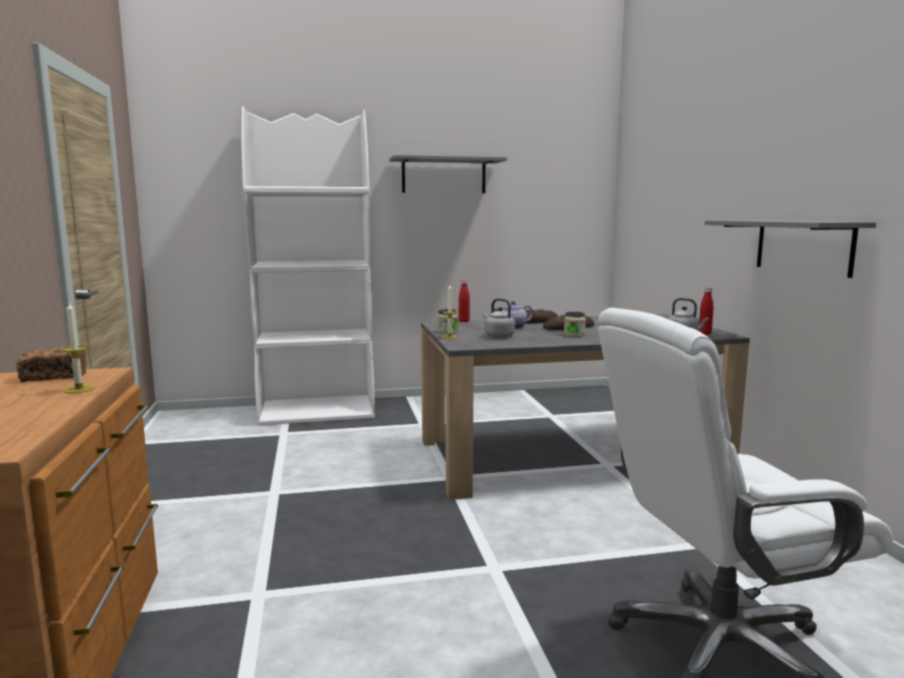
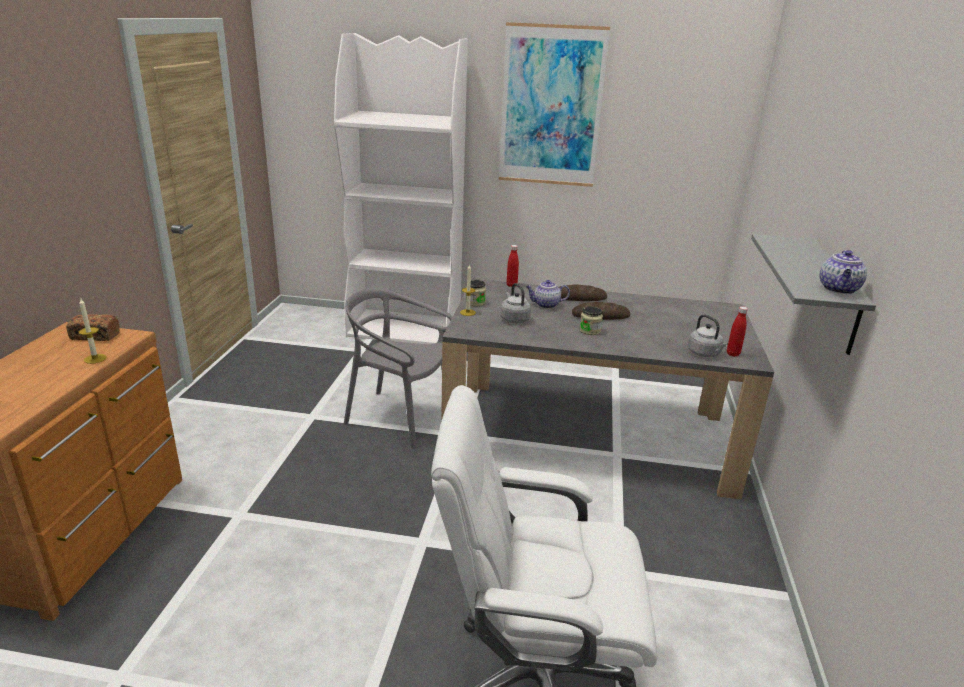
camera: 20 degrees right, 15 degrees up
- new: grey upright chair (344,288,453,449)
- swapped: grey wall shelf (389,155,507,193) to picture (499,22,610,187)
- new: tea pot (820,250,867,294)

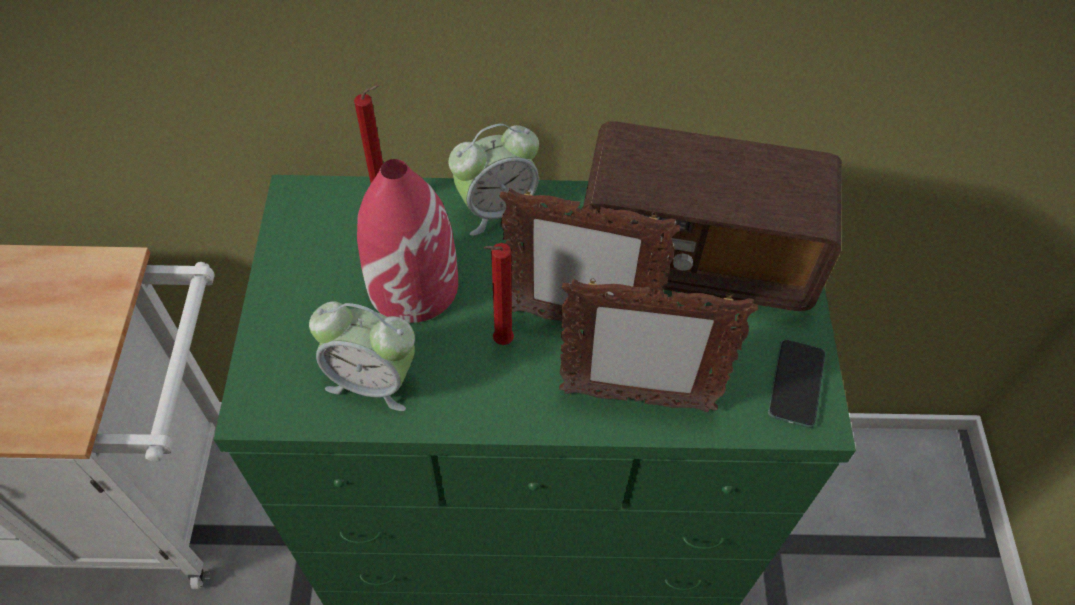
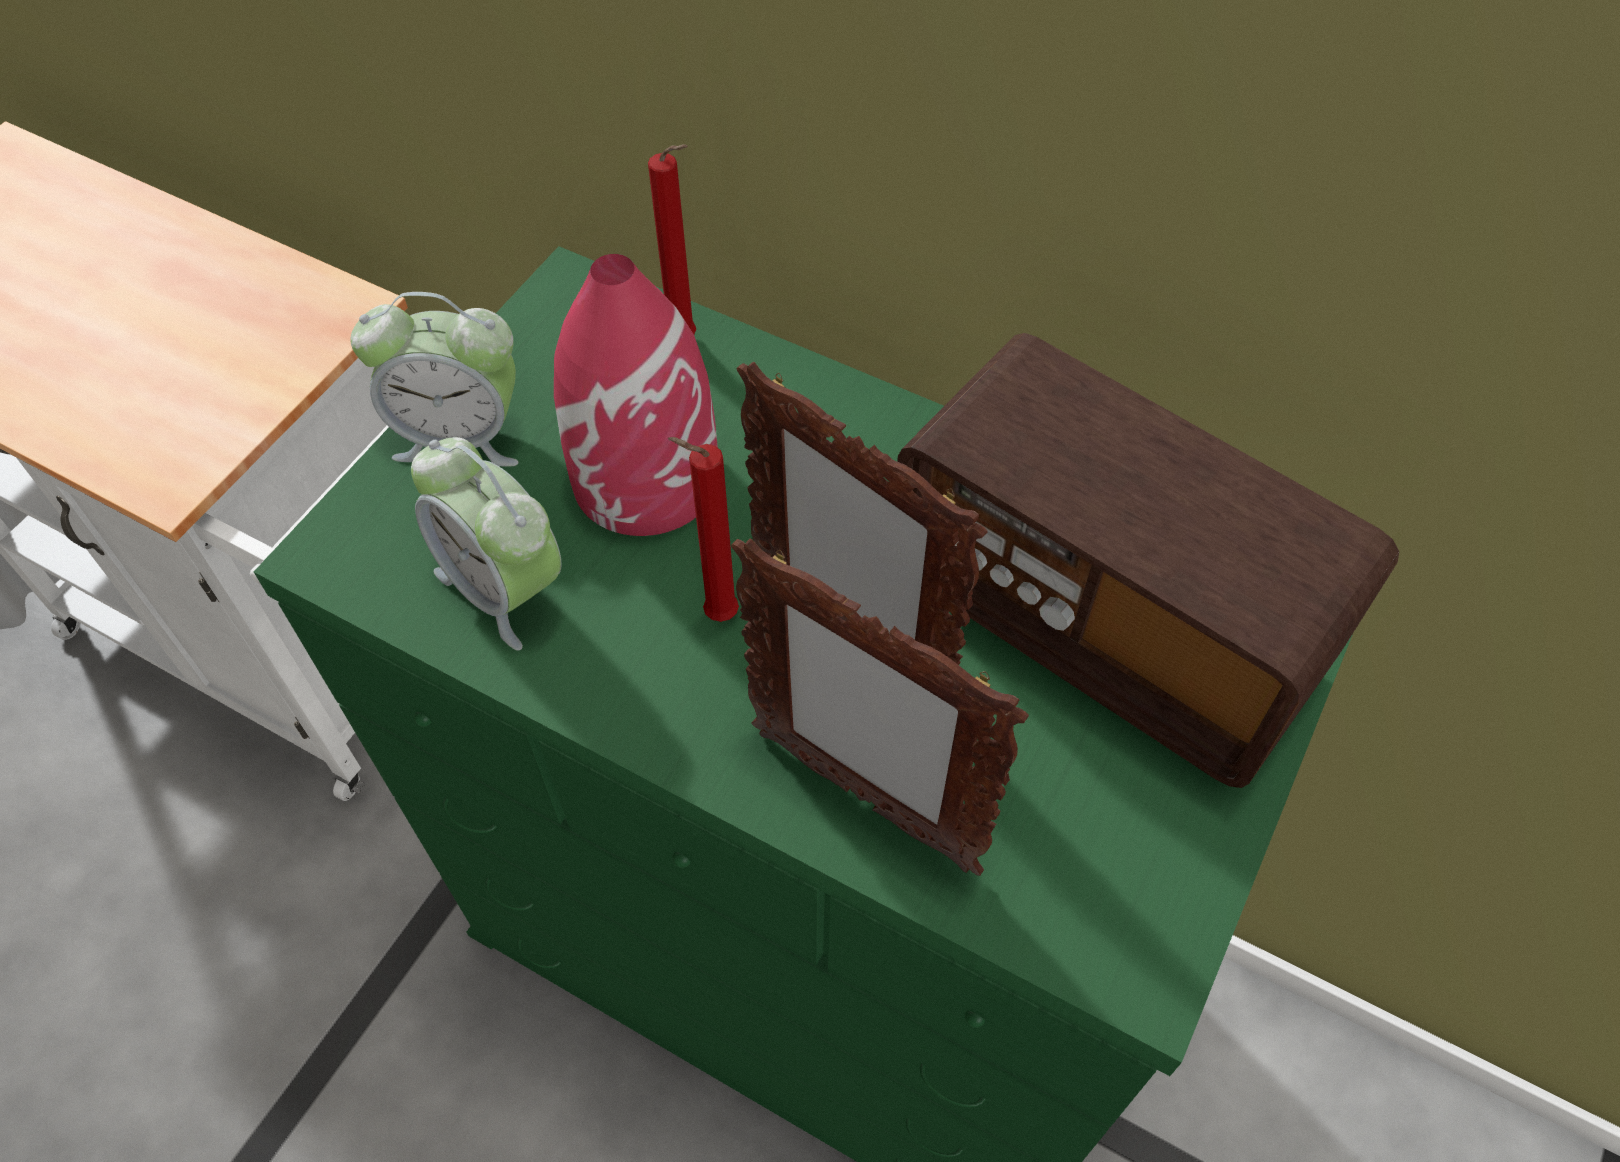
camera: 30 degrees right, 0 degrees up
- shifted: bedside clock (448,124,539,236) to (350,292,519,467)
- gone: phone (768,340,826,428)

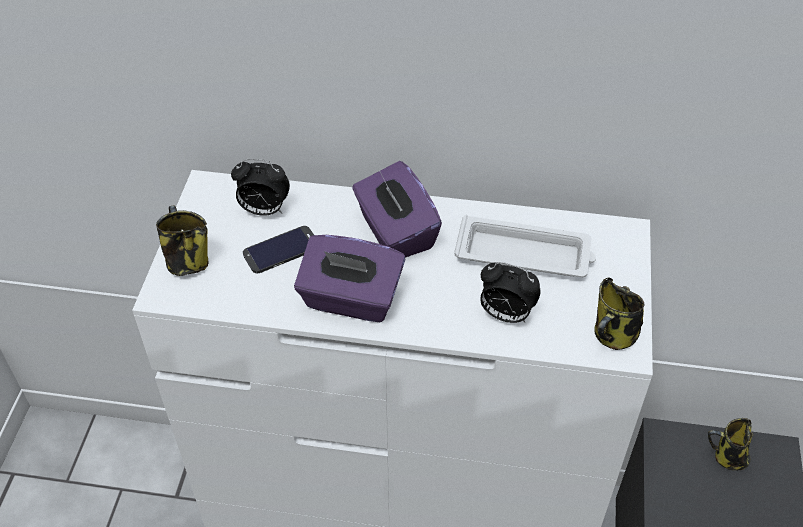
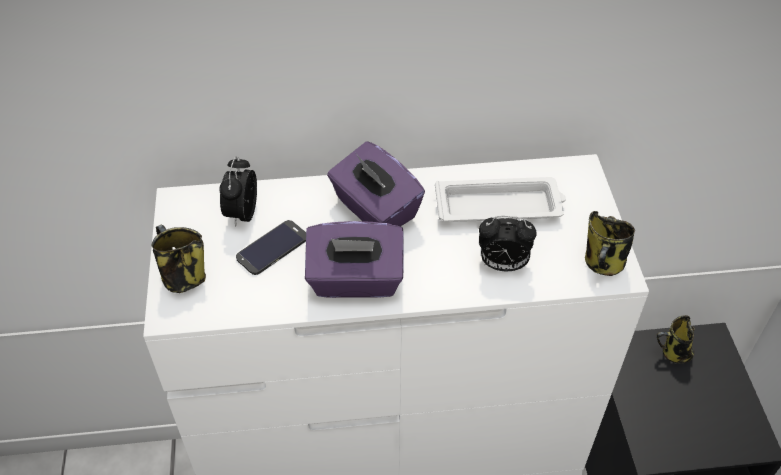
camera: 15 degrees left, 0 degrees up
- rotated: bedside clock (231,159,290,216) = (219,157,257,227) 105 degrees clockwise

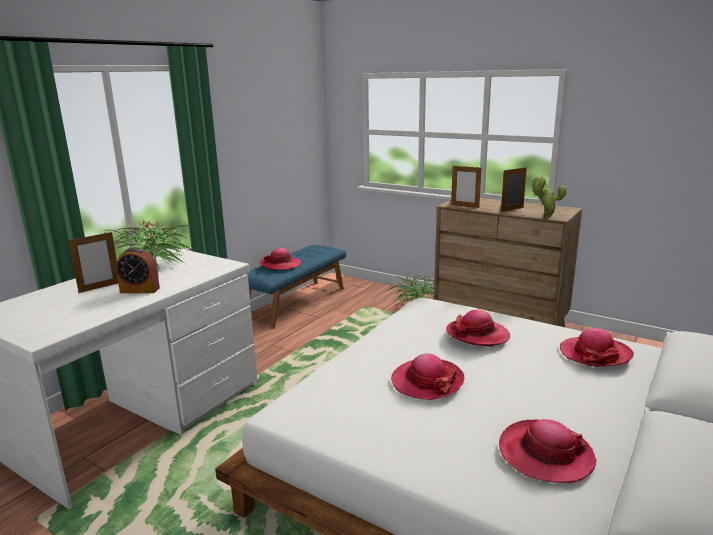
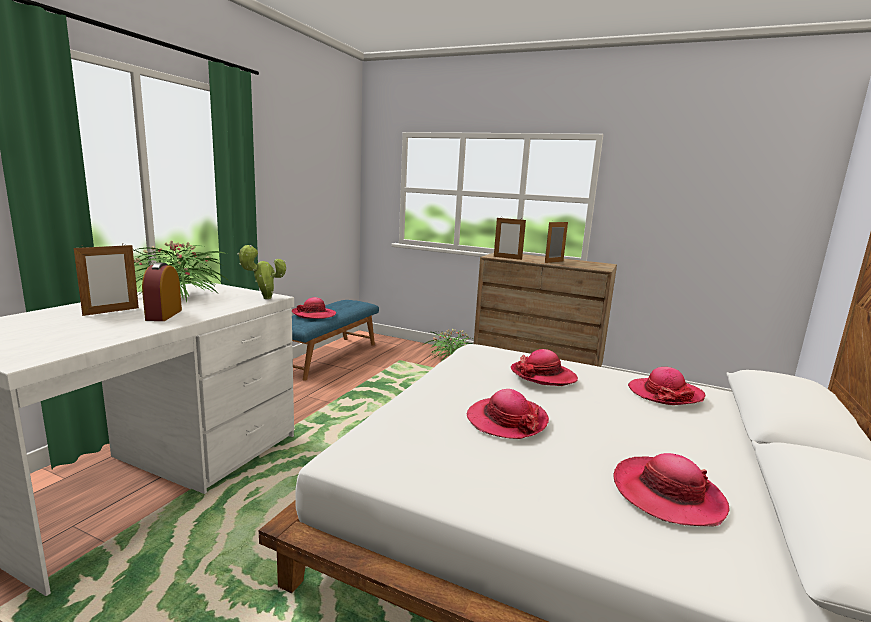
camera: 10 degrees left, 5 degrees down
- rotated: bedside clock (116,247,160,293) = (142,263,182,321) 90 degrees clockwise
- shifted: plant in a pot (531,176,567,218) to (238,245,286,299)

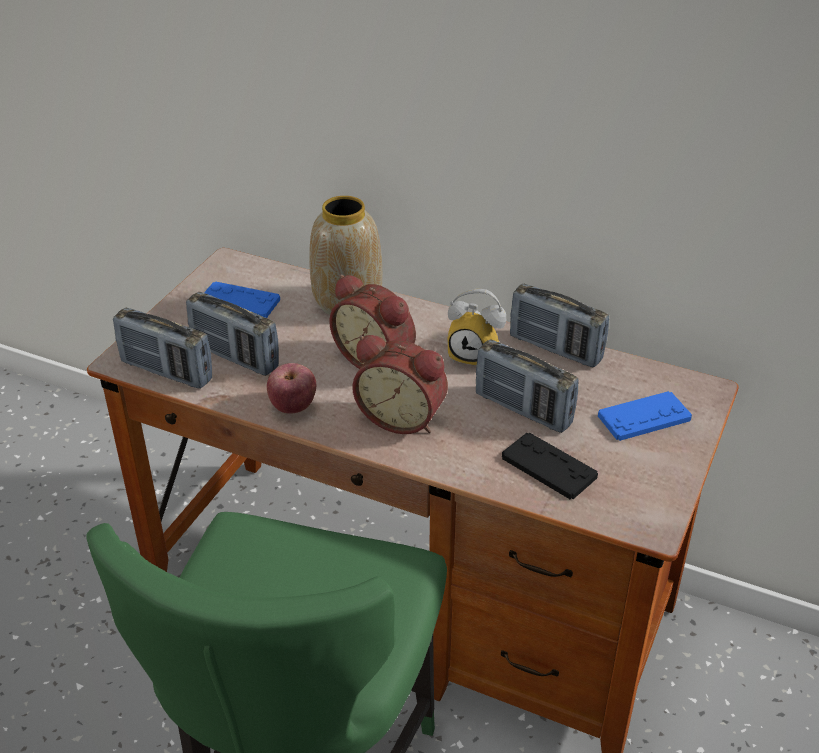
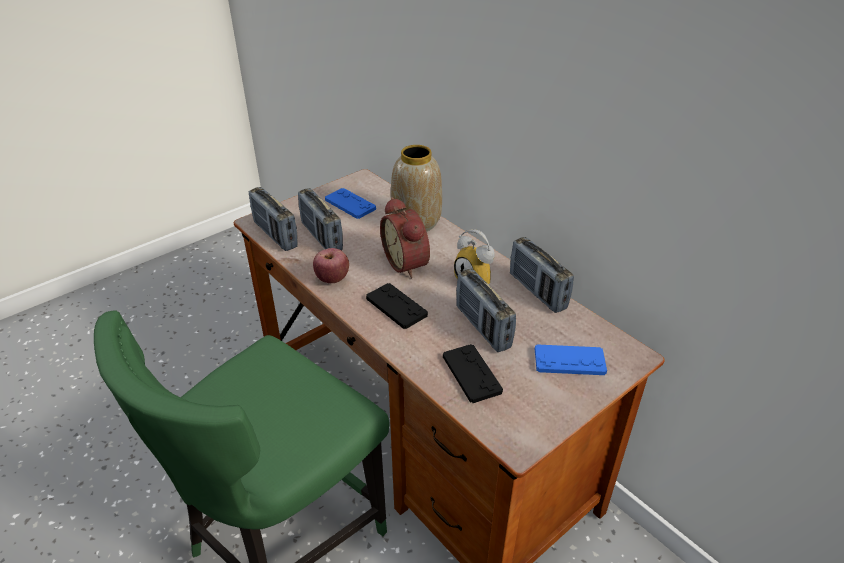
camera: 25 degrees right, 0 degrees up
- swapped: bedside clock (352,335,448,434) to blackish gamepad (366,283,428,329)

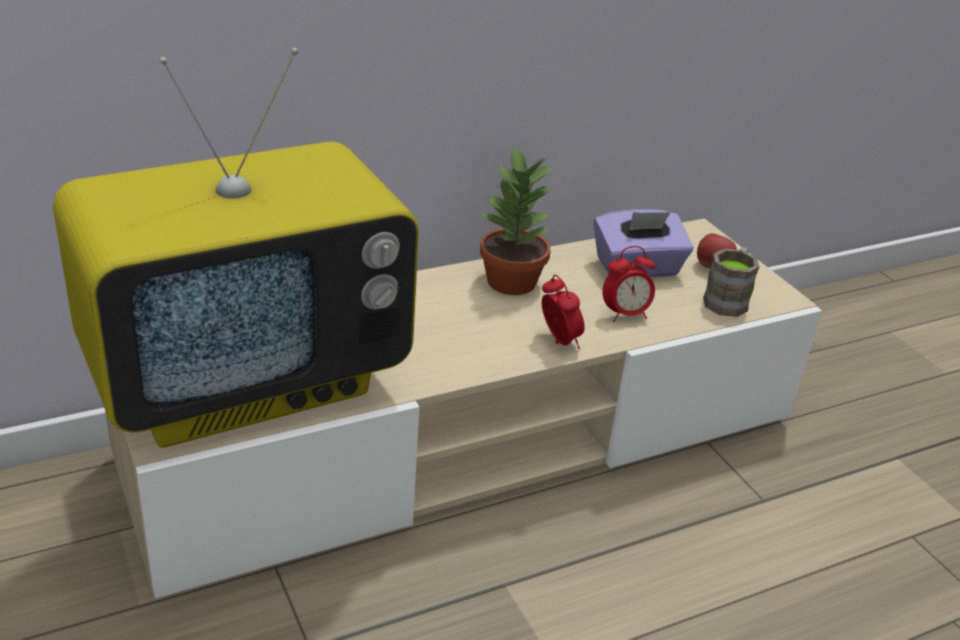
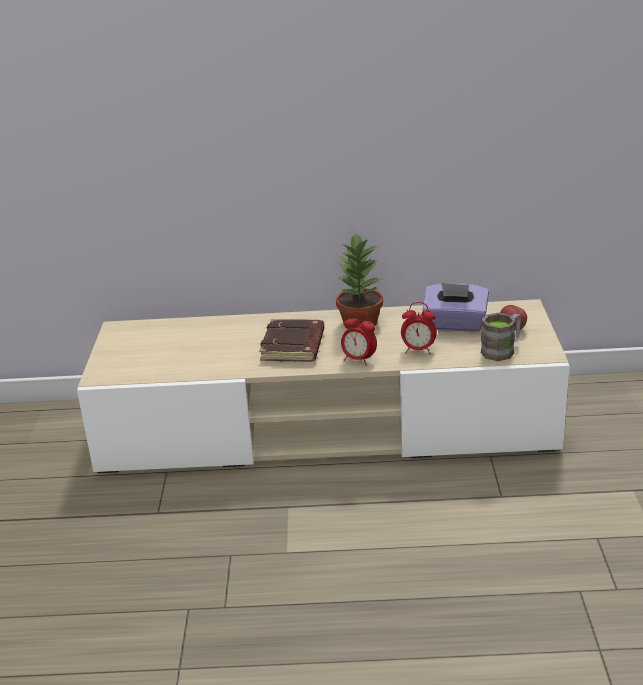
camera: 30 degrees right, 5 degrees down
- new: brownish volume (259,319,324,362)
- rotated: bedside clock (542,275,585,349) = (341,311,377,366) 120 degrees clockwise
- gone: TV set (53,48,419,447)

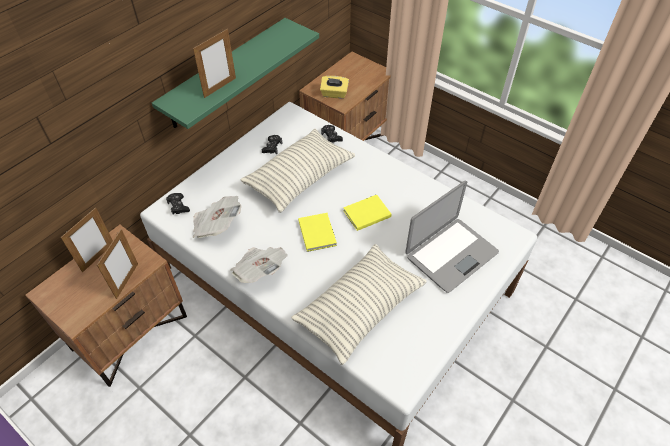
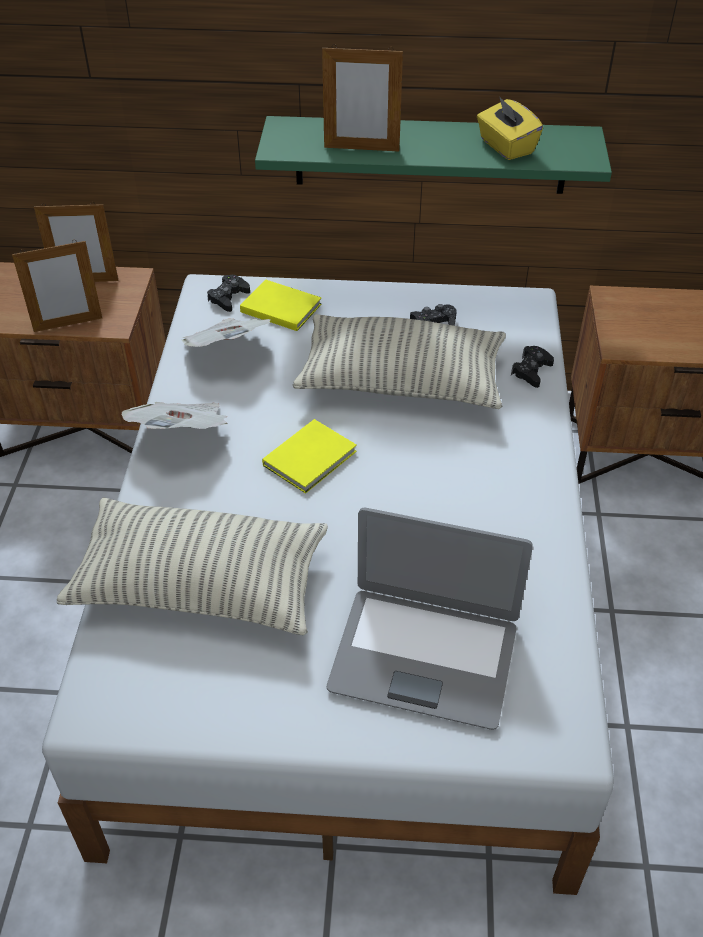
camera: 55 degrees right, 5 degrees down
- shifted: yellowish volume (343,195,391,231) to (240,280,321,331)
- shifted: yellowish tissue box (320,76,349,99) to (477,96,543,160)

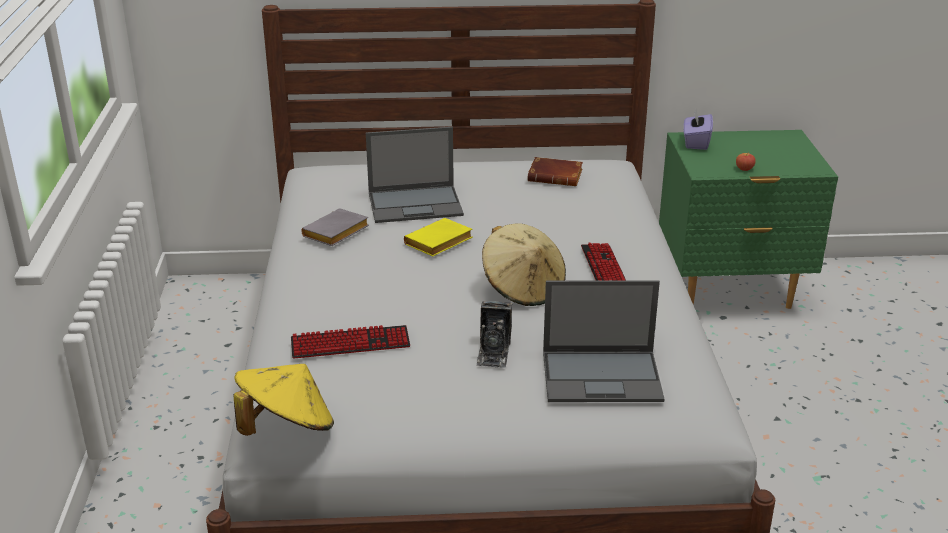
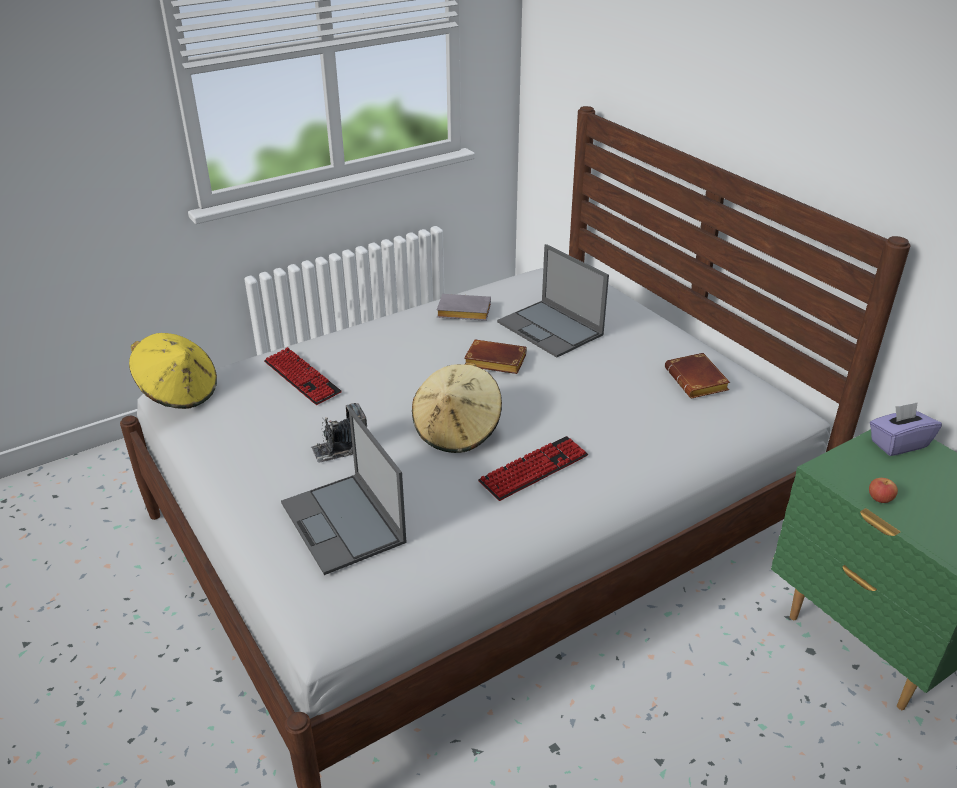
camera: 60 degrees right, 5 degrees up
- repainted: yellowish volume (404,218,473,256) to brownish volume (464,339,527,374)

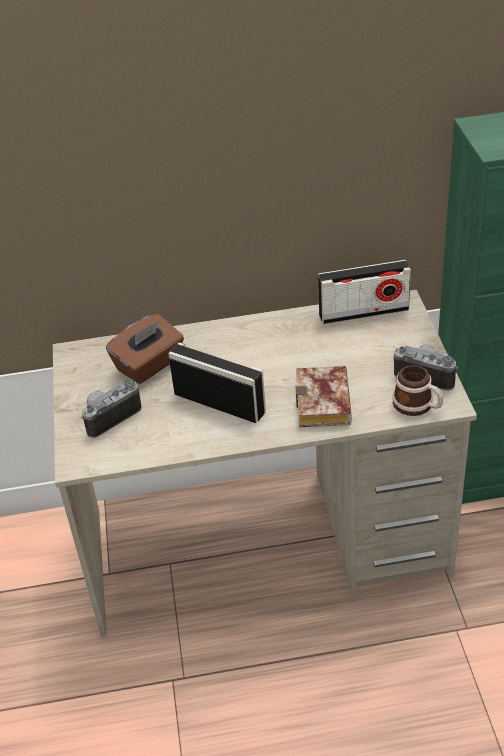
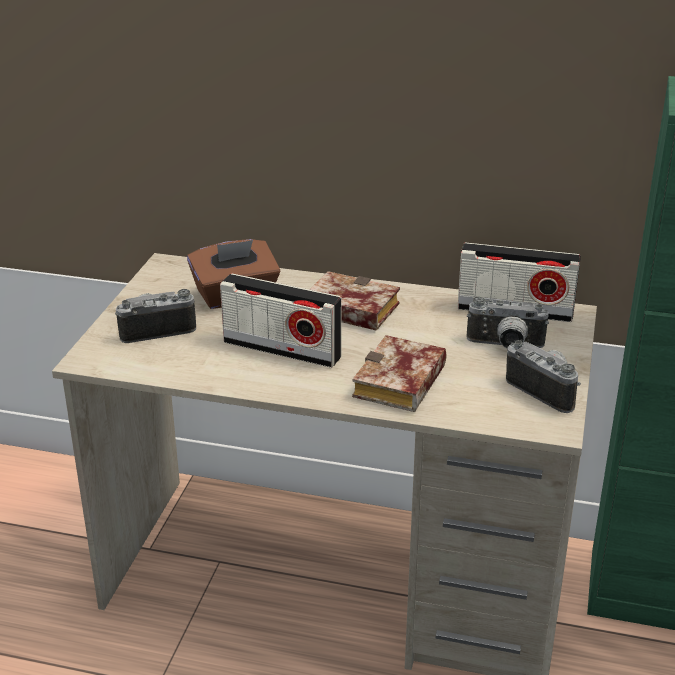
camera: 20 degrees right, 10 degrees down
- rotated: radio (168,342,266,423) = (220,273,342,368) 150 degrees clockwise
- new: volume (309,271,400,331)
- new: still camera (467,297,549,349)
- gone: mug (392,365,443,416)

